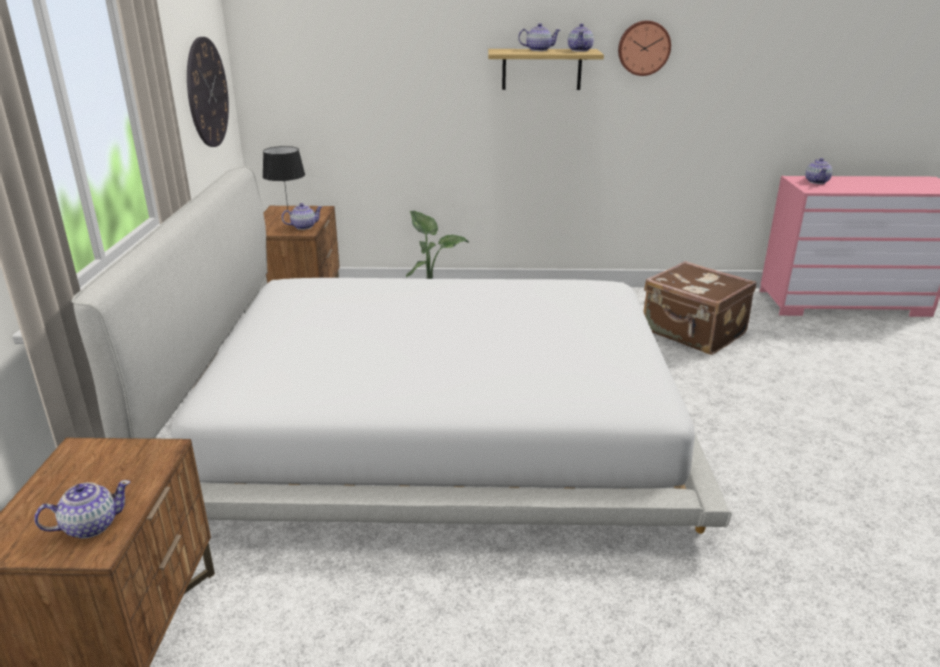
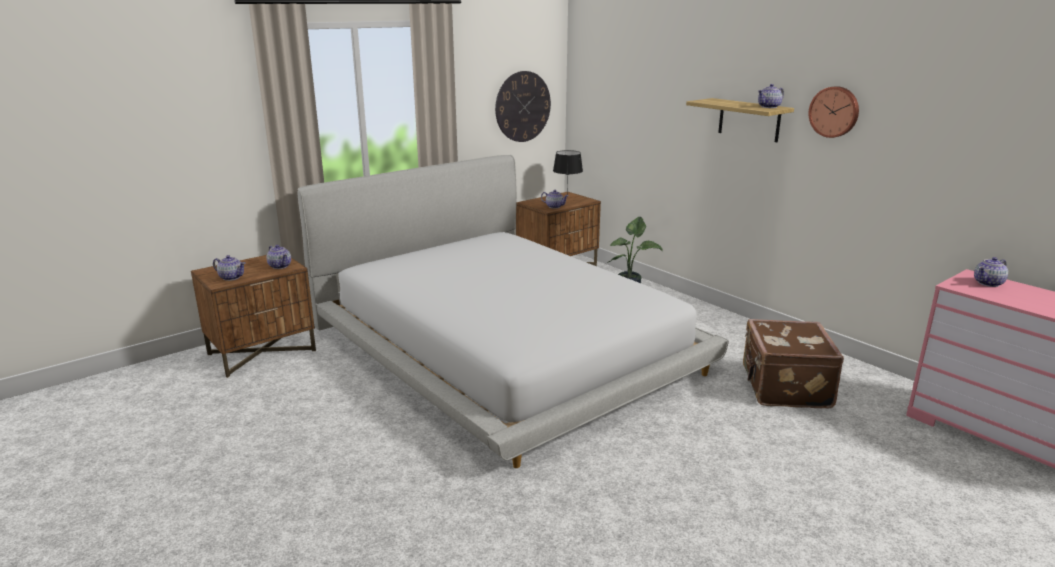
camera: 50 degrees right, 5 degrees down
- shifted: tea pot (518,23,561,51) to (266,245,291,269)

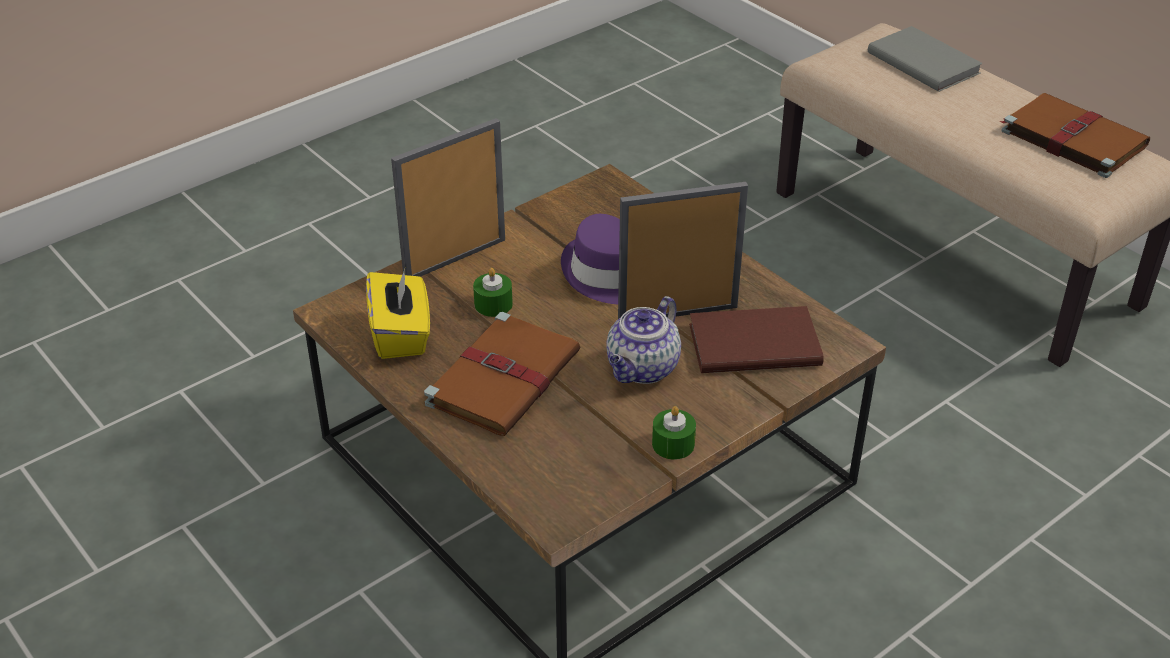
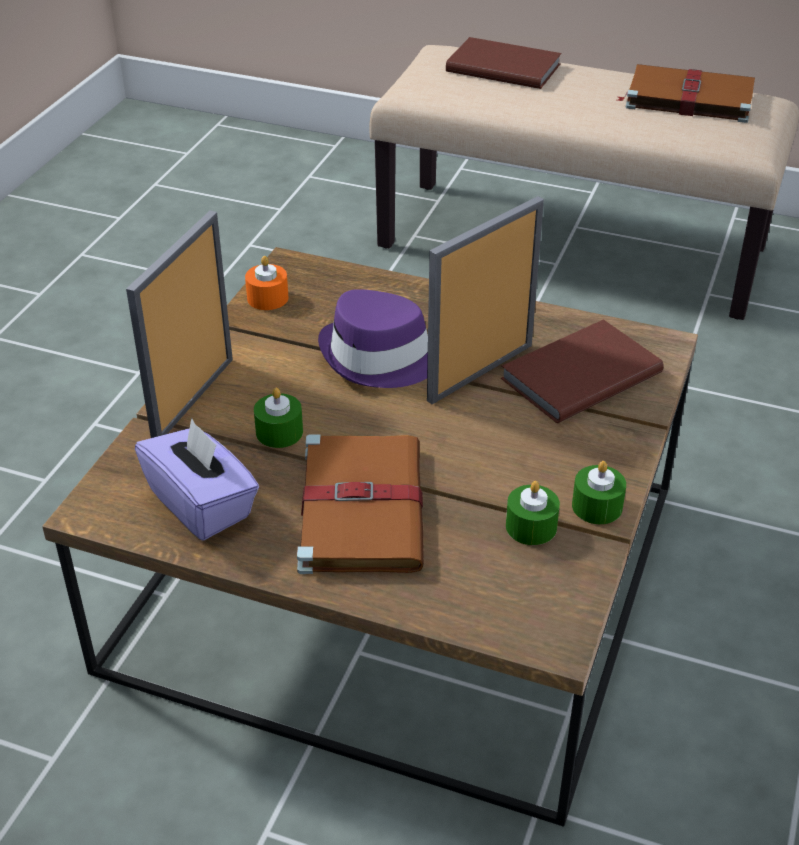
camera: 30 degrees left, 0 degrees up
- repainted: yellowish tissue box (366,269,430,359) to purple tissue box (135,418,259,540)
- new: orangey wax candle (245,256,288,310)
- repainted: grey volume (868,26,983,92) to brownish volume (446,37,562,89)
- new: green-coloured wax candle (506,481,560,545)
- gone: tea pot (606,296,681,384)

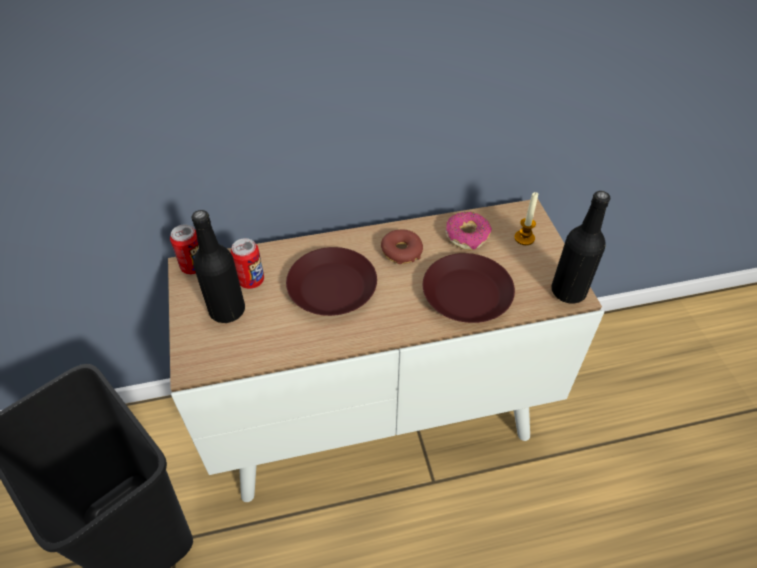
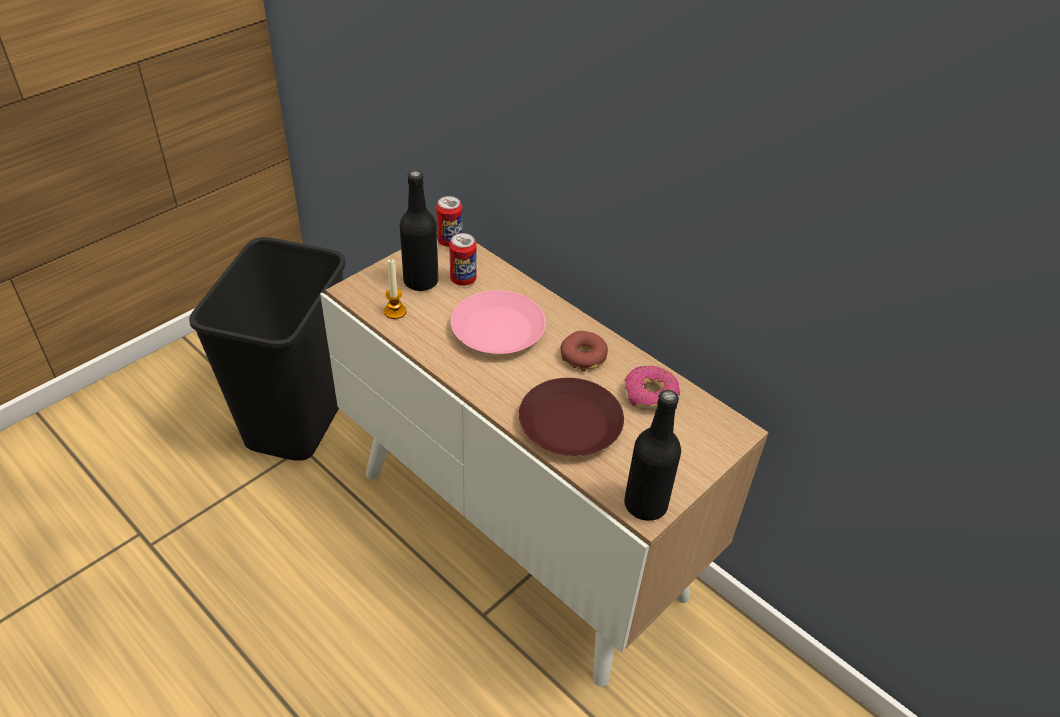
camera: 55 degrees right, 5 degrees down
- shifted: wax candle (514,192,538,245) to (384,259,406,319)
- repainted: brownish flat dish (286,247,377,316) to pinkish flat dish (451,290,546,354)

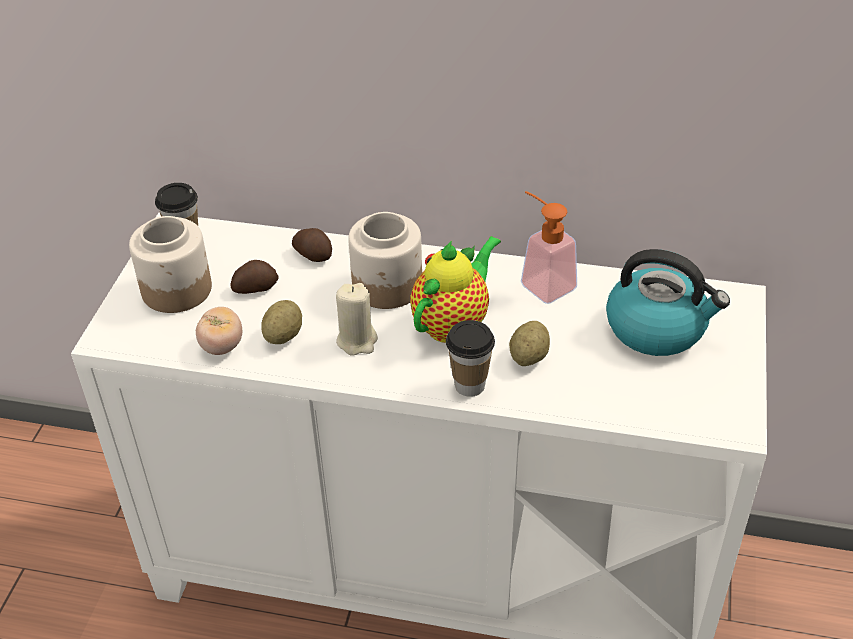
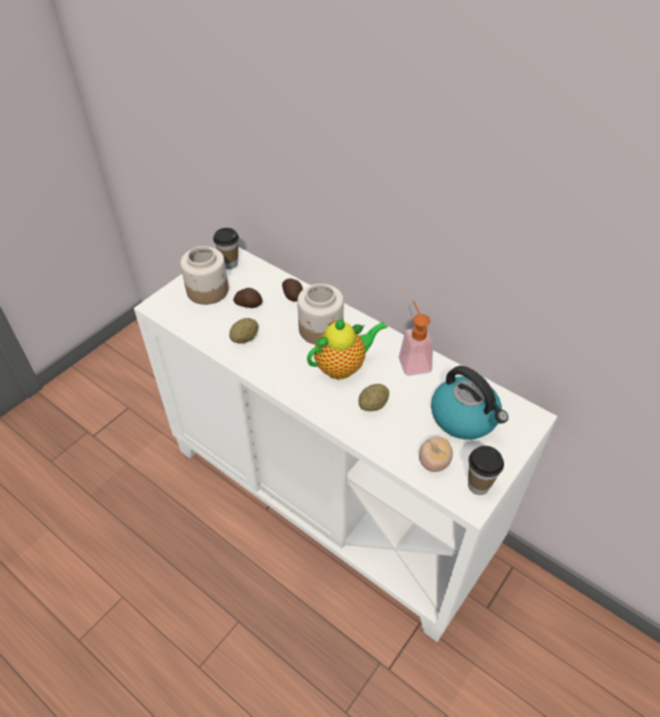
camera: 25 degrees right, 5 degrees up
- shifted: tomato (196,307,242,355) to (419,437,453,472)
- shifted: drinking cup (446,320,495,397) to (468,446,504,495)
- gone: beige-coloured wax candle (336,283,378,356)

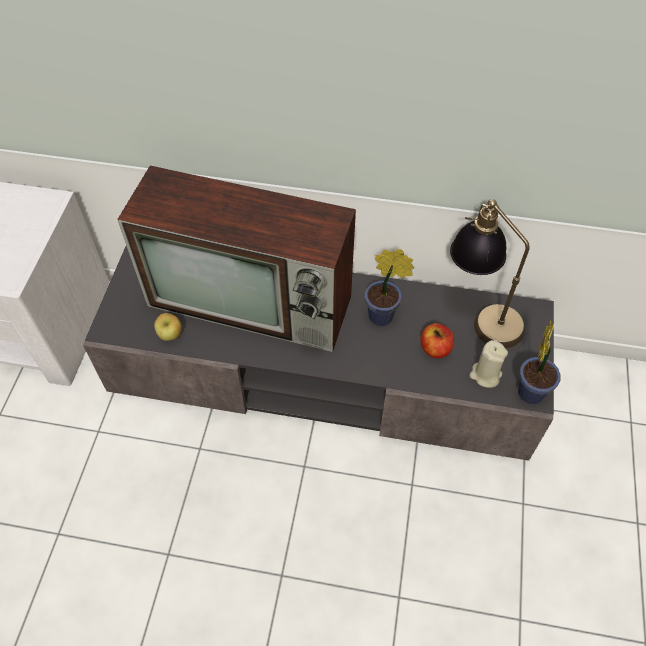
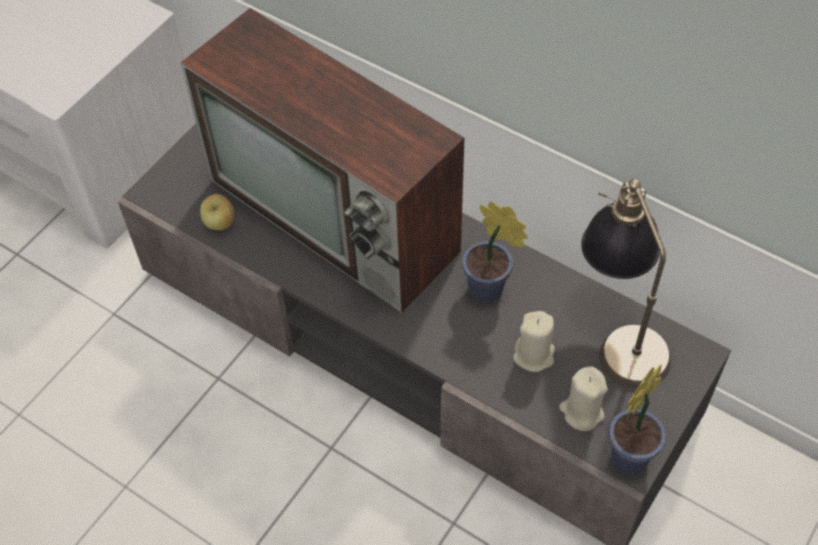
camera: 25 degrees right, 0 degrees up
- swapped: apple (420,323,454,358) to beige-coloured wax candle (513,311,555,372)

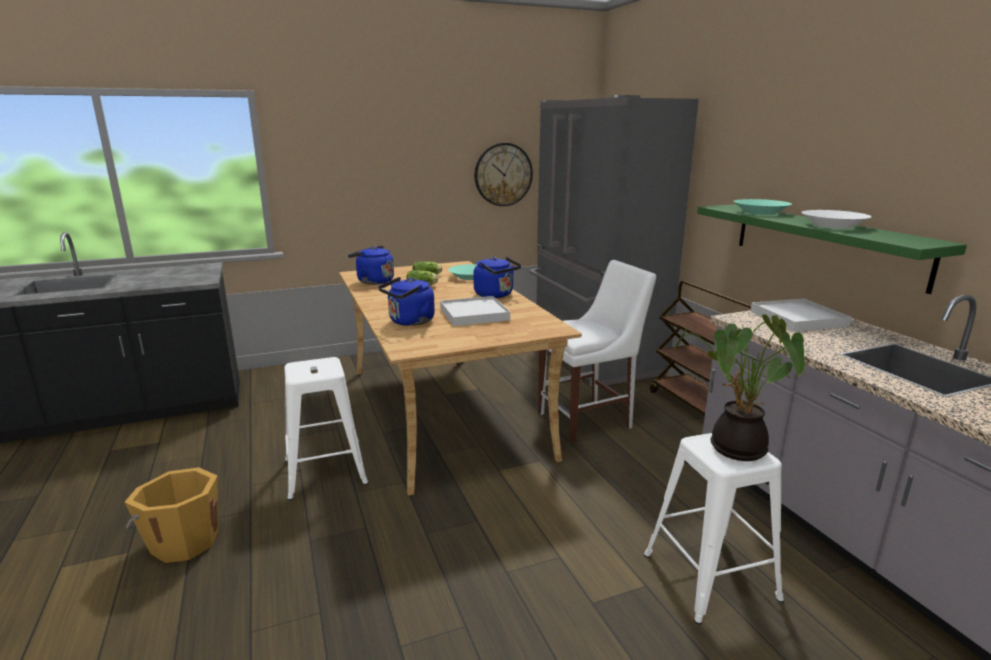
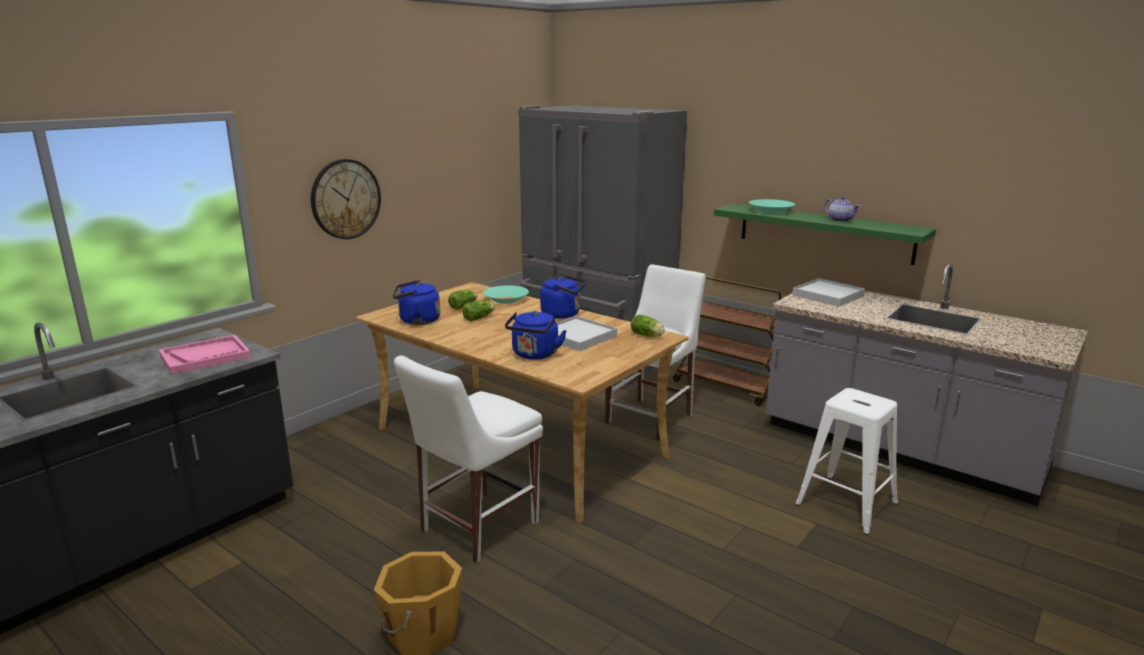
camera: 30 degrees left, 0 degrees up
- new: pinkish carrying tray (159,335,251,374)
- shifted: clock on the wall (475,143,533,206) to (311,159,381,239)
- swapped: white stool (284,357,368,500) to white upright chair (394,356,543,563)
- new: head of lettuce (631,314,665,337)
- swapped: white bowl (801,210,872,229) to tea pot (824,197,860,222)
- gone: plant in a pot (672,314,805,461)

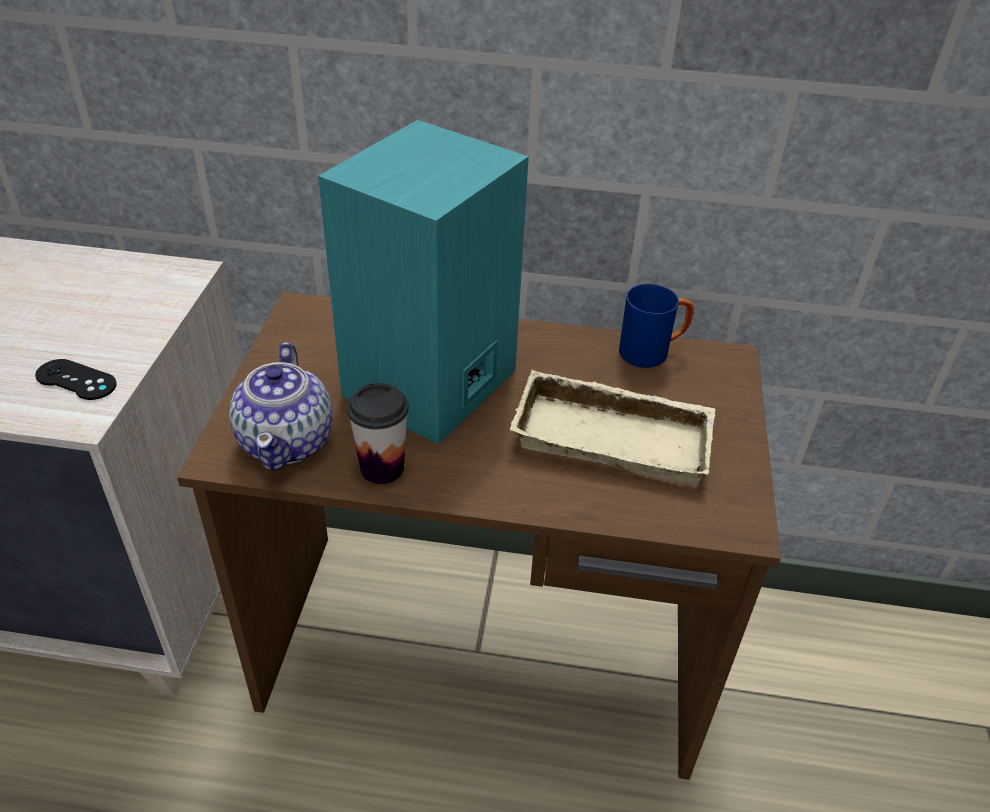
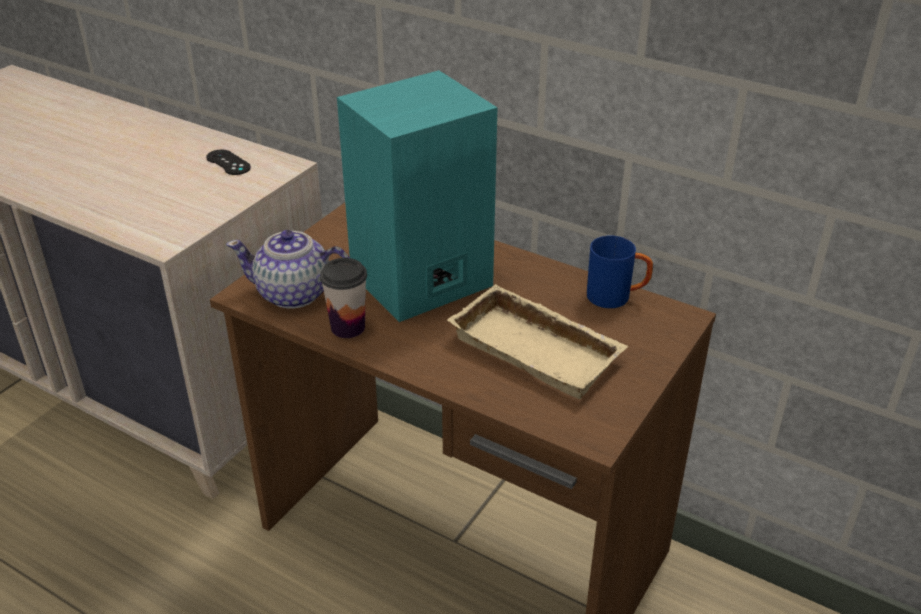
camera: 25 degrees right, 5 degrees down
- shifted: blackish gamepad (35,359,117,400) to (206,149,251,175)
- rotated: tea pot (229,342,333,471) = (226,230,350,309) 75 degrees clockwise

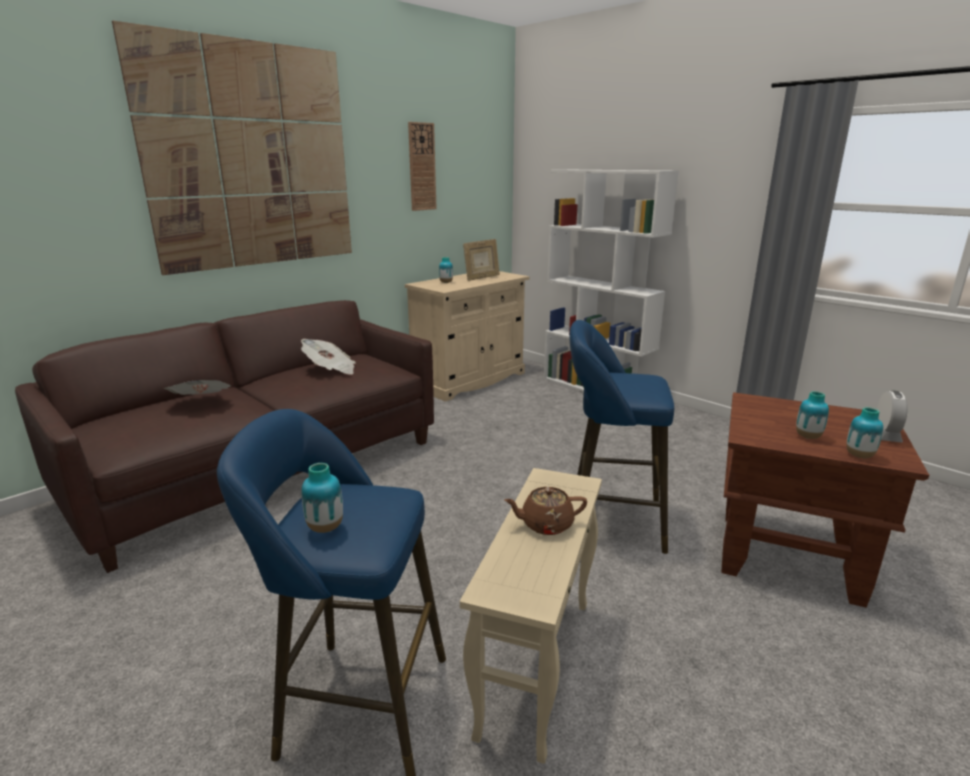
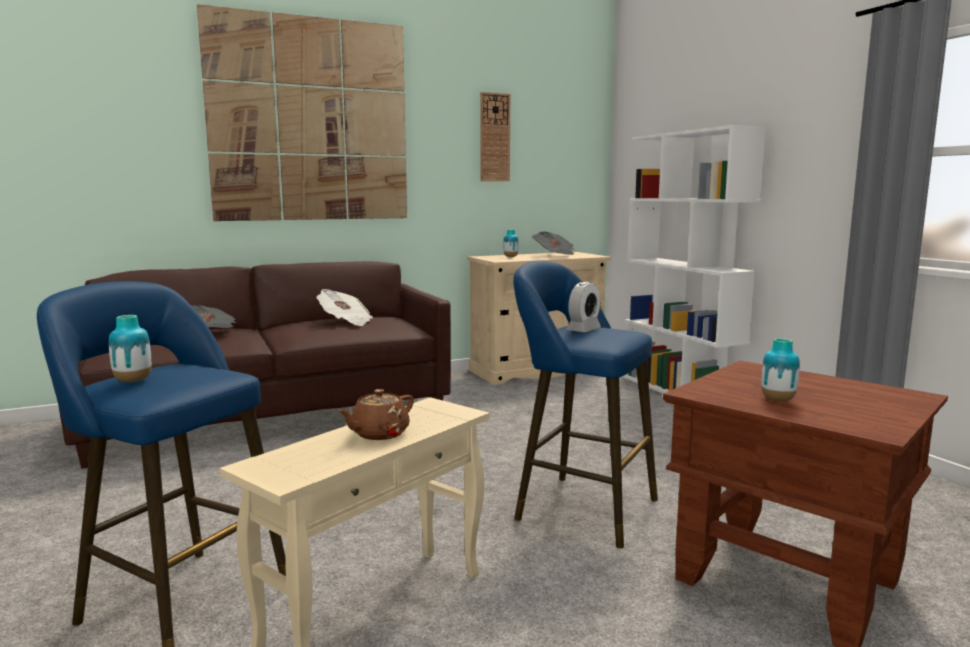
camera: 20 degrees right, 10 degrees down
- rotated: brownish tea pot (504,487,587,535) = (338,389,414,440) 60 degrees counterclockwise
- swapped: photo frame (463,239,500,281) to printed paper (532,232,575,255)
- shifted: bedside clock (877,391,908,443) to (566,282,601,332)
- gone: decorative vase (846,407,883,458)

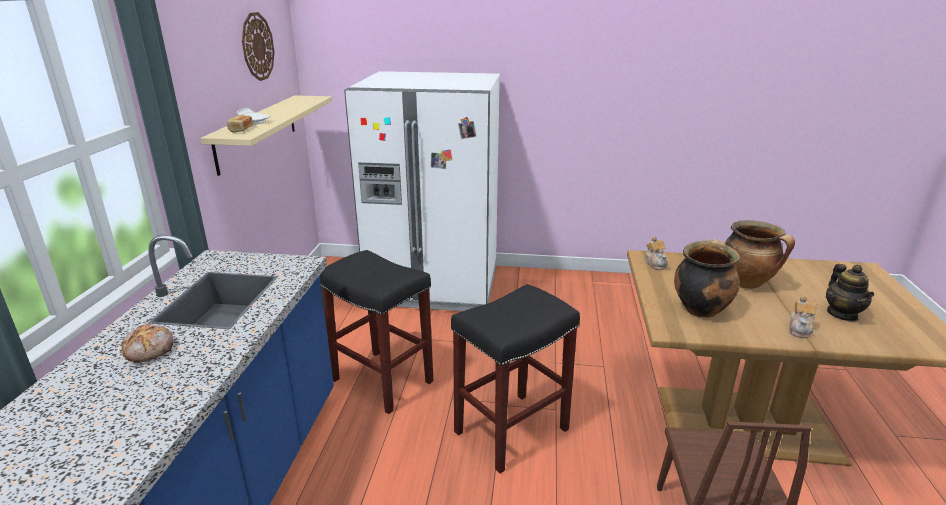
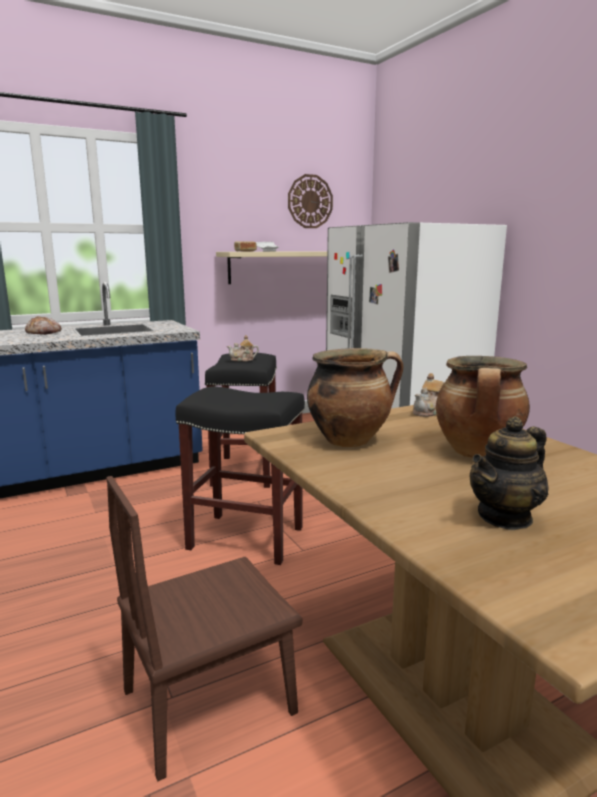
camera: 55 degrees right, 10 degrees down
- shifted: tea pot (789,296,816,338) to (227,335,259,361)

